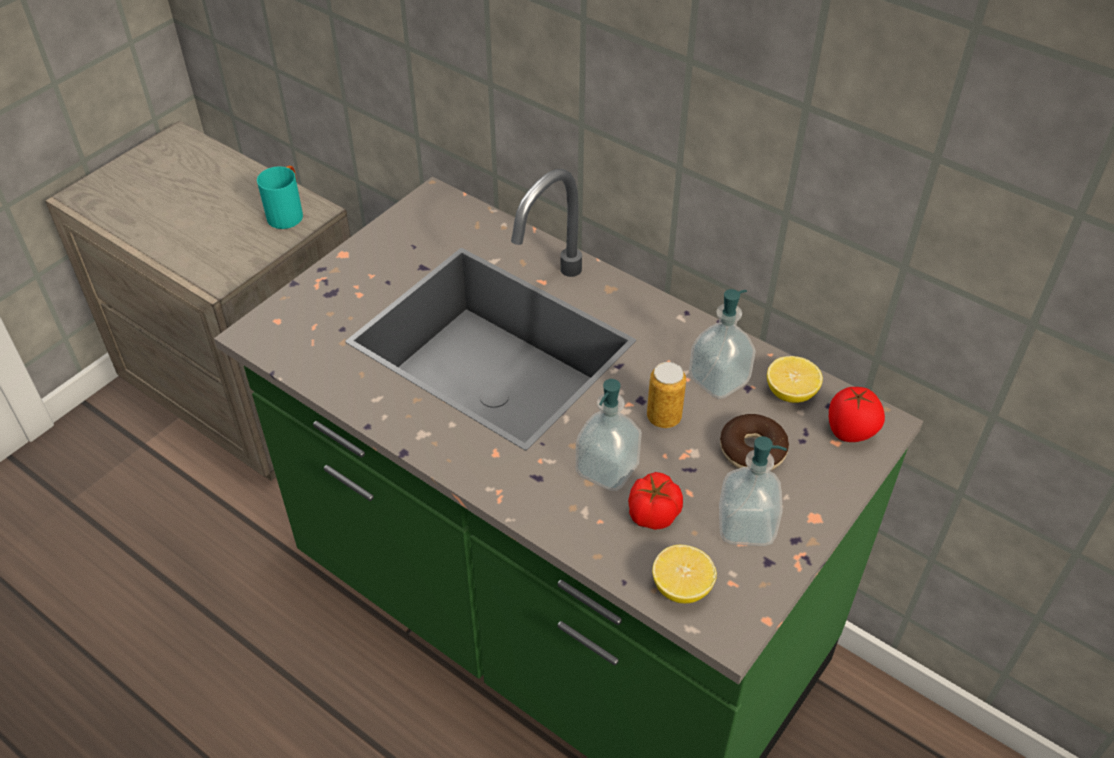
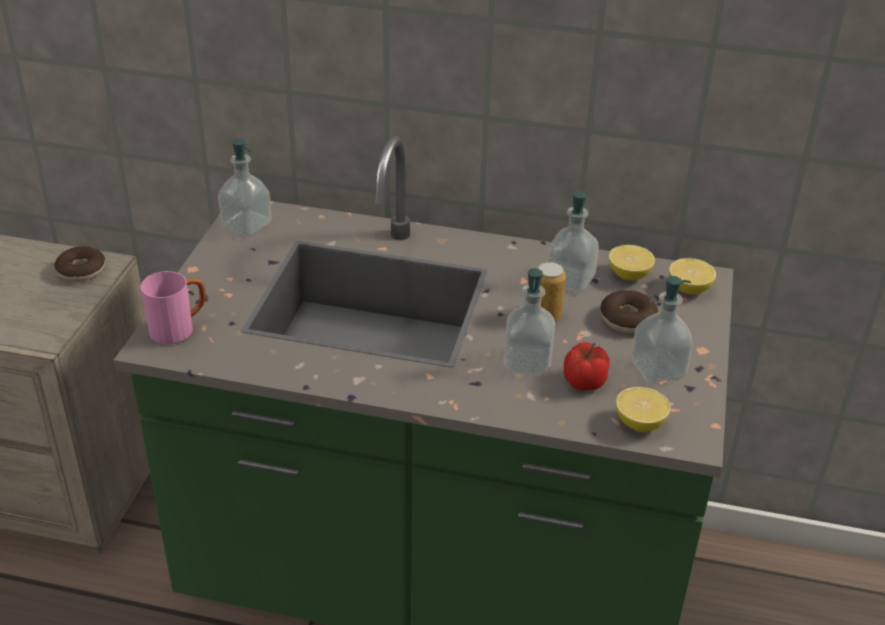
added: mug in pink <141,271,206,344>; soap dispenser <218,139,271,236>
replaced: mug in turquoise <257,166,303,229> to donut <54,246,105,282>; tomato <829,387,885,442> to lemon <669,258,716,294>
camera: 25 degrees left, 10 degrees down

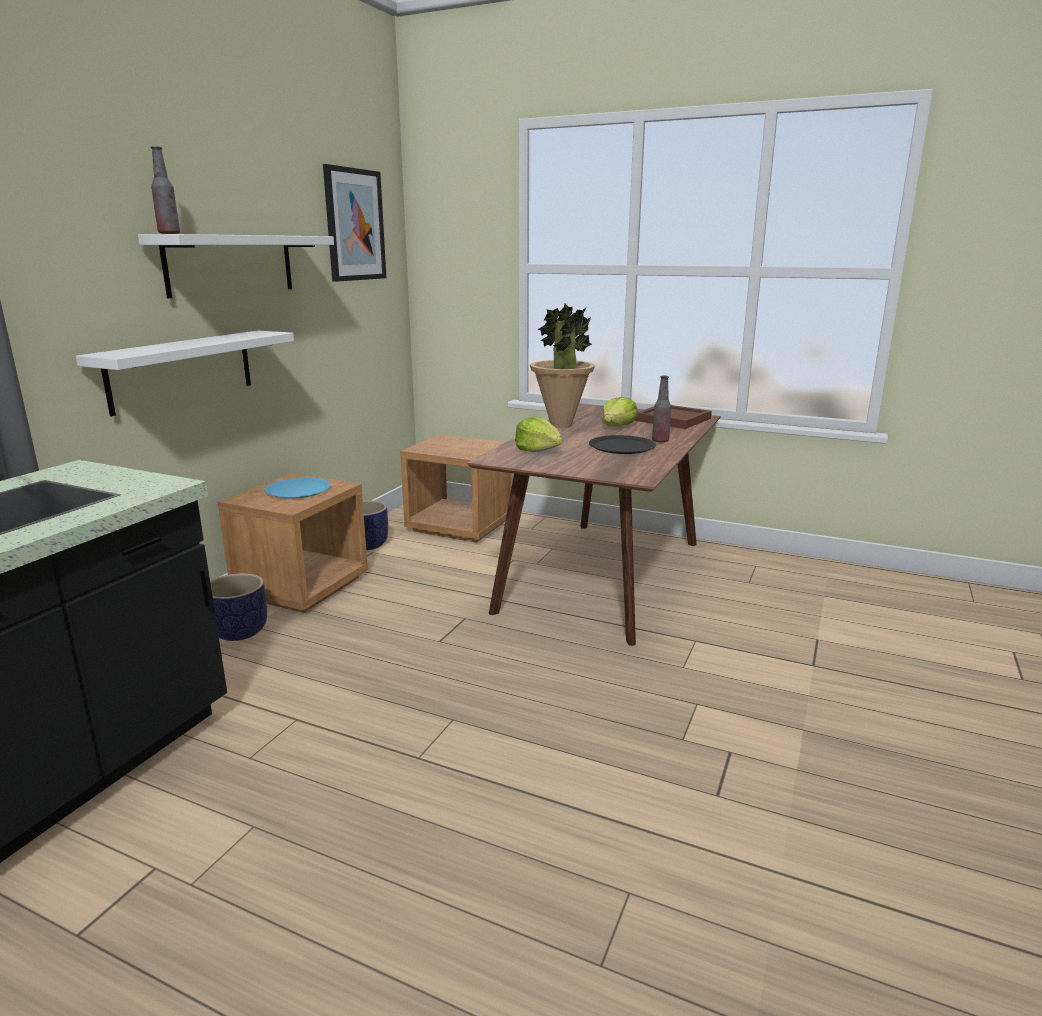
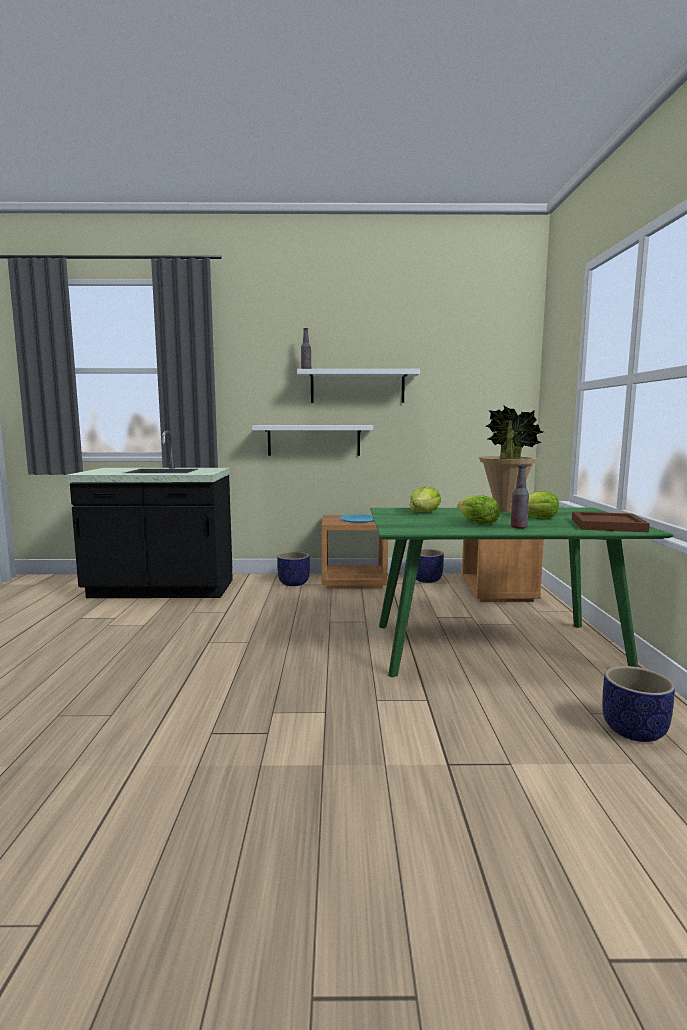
removed: picture <323,164,387,282>
added: planter <602,666,675,742>
replaced: plate in black <589,435,656,454> to lettuce <457,495,499,524>
recoloured: dining table in brown <467,403,721,646> to dining table in green <370,508,674,677>
camera: 65 degrees right, 10 degrees down

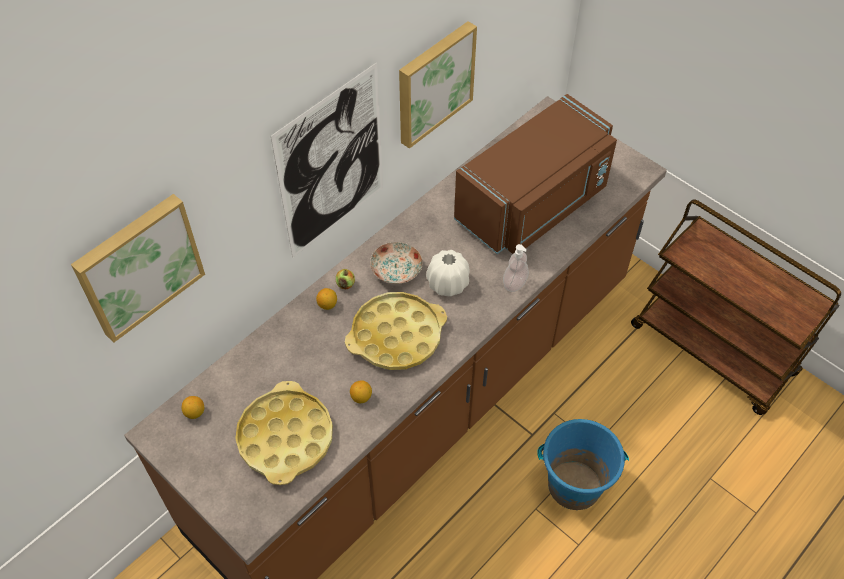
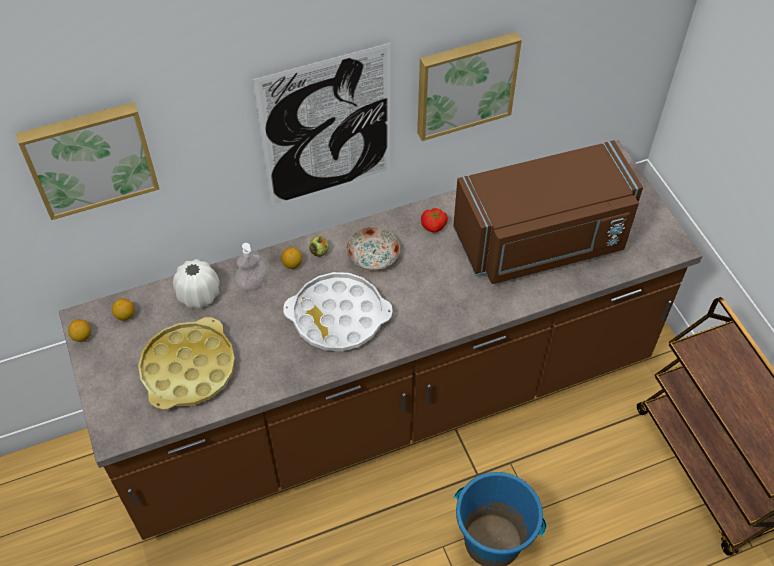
added: tomato <421,208,448,232>
moved: lemon <350,380,372,403> to <68,319,91,342>; vase in white <426,250,470,297> to <173,259,219,308>; soap dispenser <503,244,529,292> to <235,243,268,290>
recoloured: tray in yellow <345,292,447,370> to tray in white <283,272,393,351>
camera: 25 degrees right, 0 degrees up

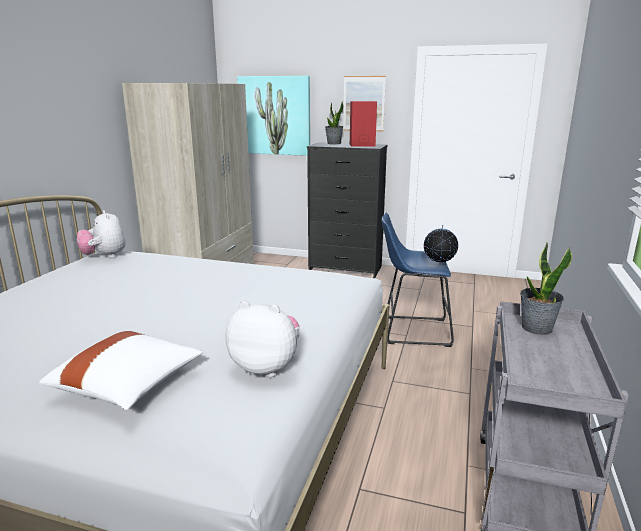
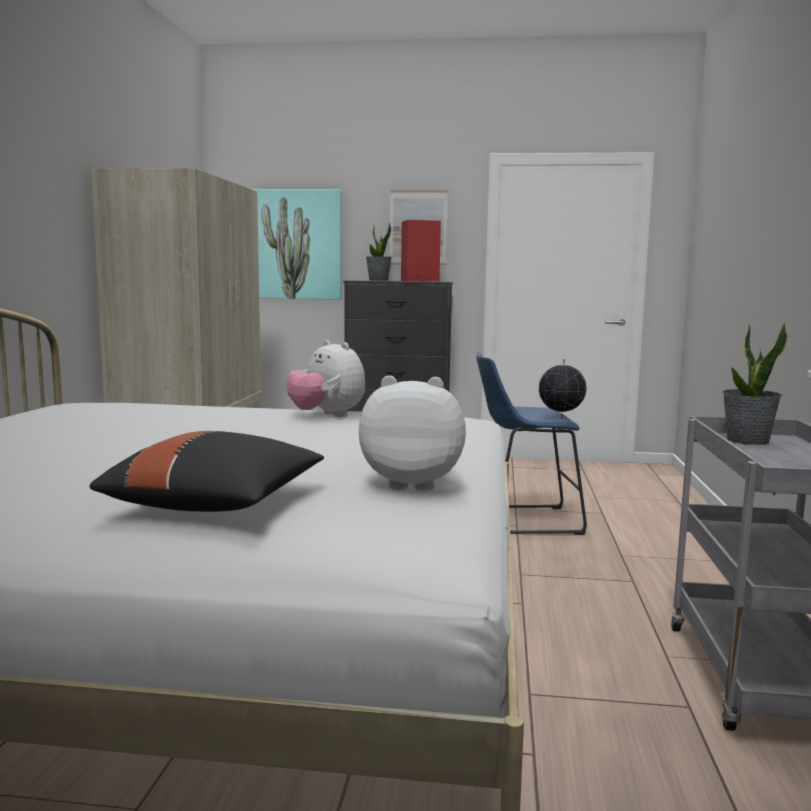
moved: plush toy <77,210,126,258> to <286,340,365,417>
recoloured: pillow in white <39,331,203,410> to pillow in black <90,431,324,512>
camera: 10 degrees left, 10 degrees down

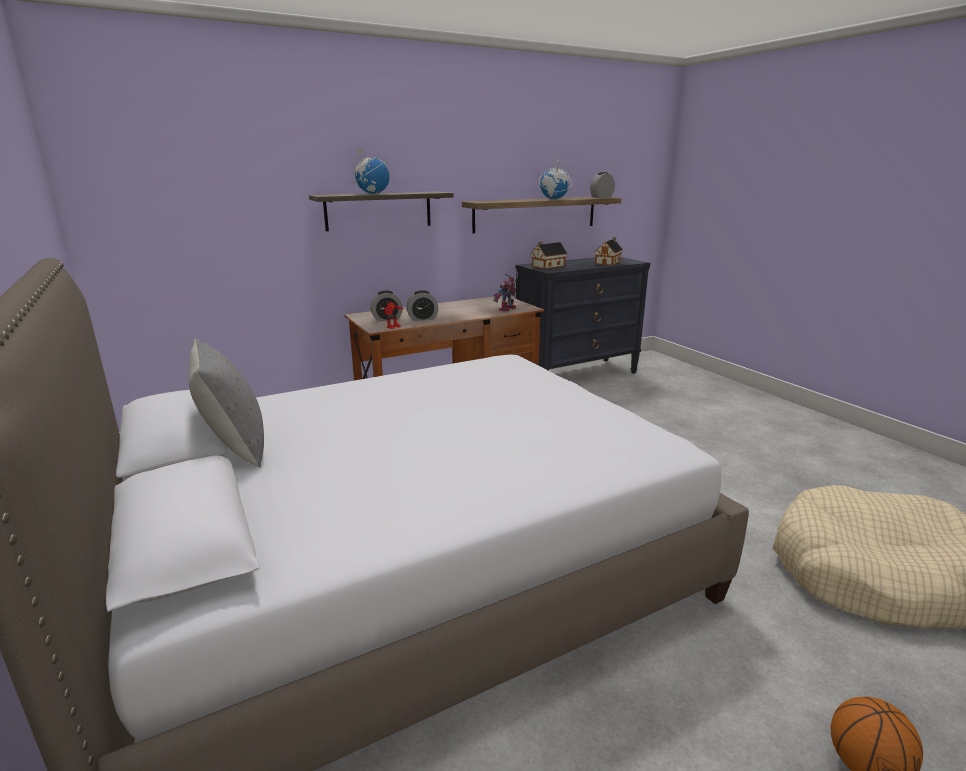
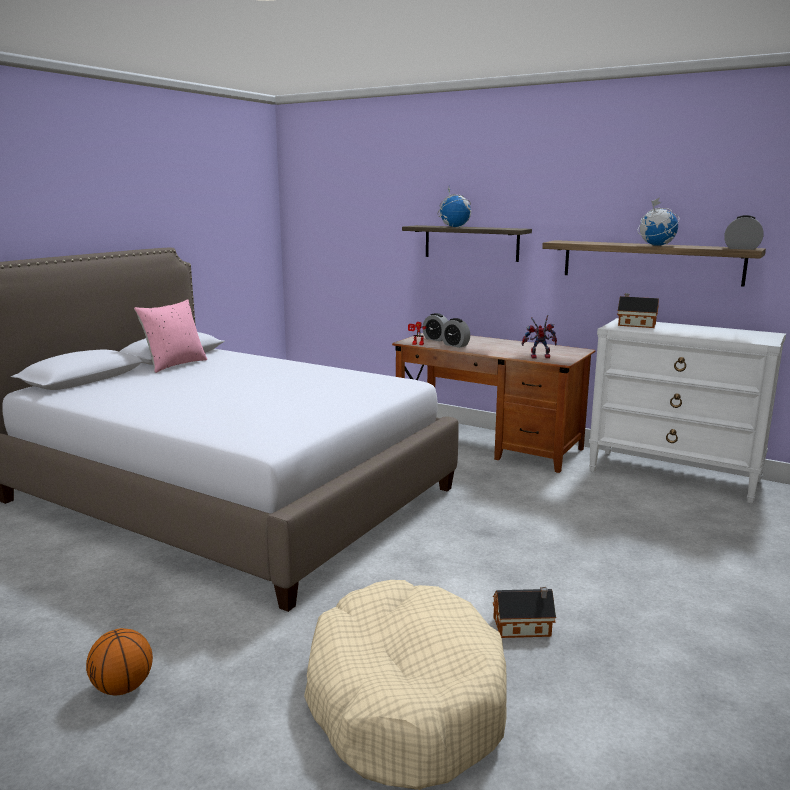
moved: toy house <595,237,623,266> to <493,587,556,638>
recoloured: pillow in grey <189,338,264,468> to pillow in pink <134,299,207,373>; dresser in black <515,257,650,374> to dresser in white <589,318,786,504>
camera: 60 degrees right, 5 degrees down

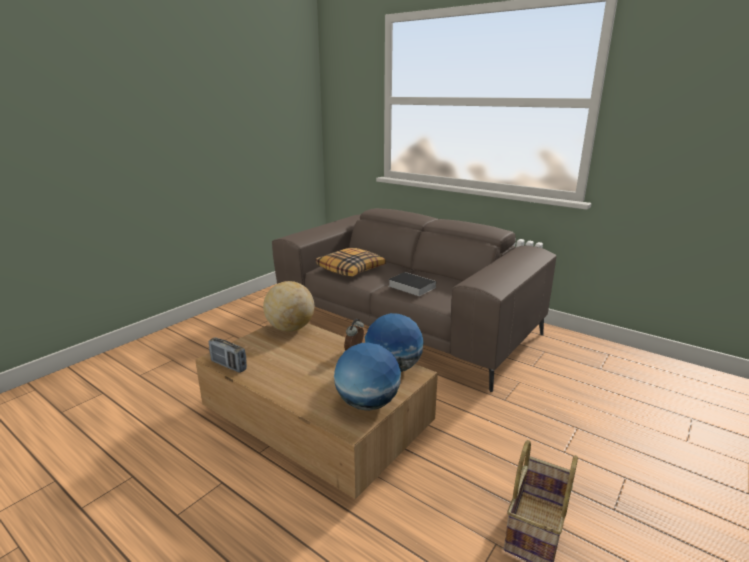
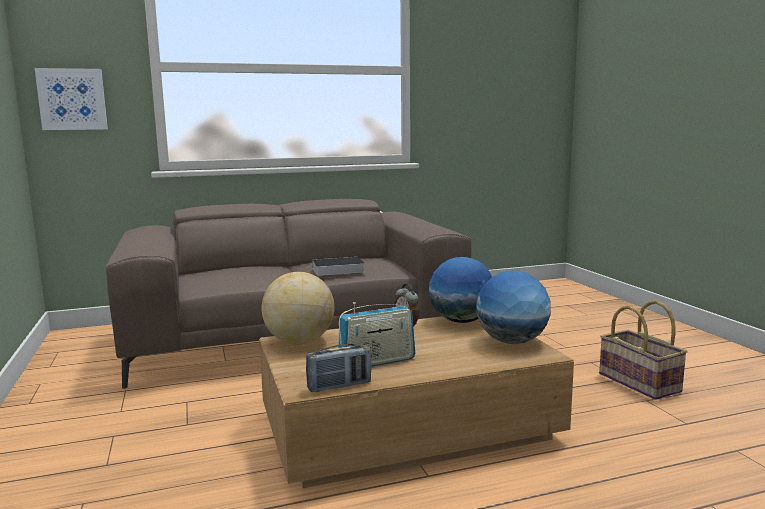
removed: pillow <316,248,386,276>
added: picture <35,68,108,130>; radio <338,302,415,367>
camera: 55 degrees left, 10 degrees down

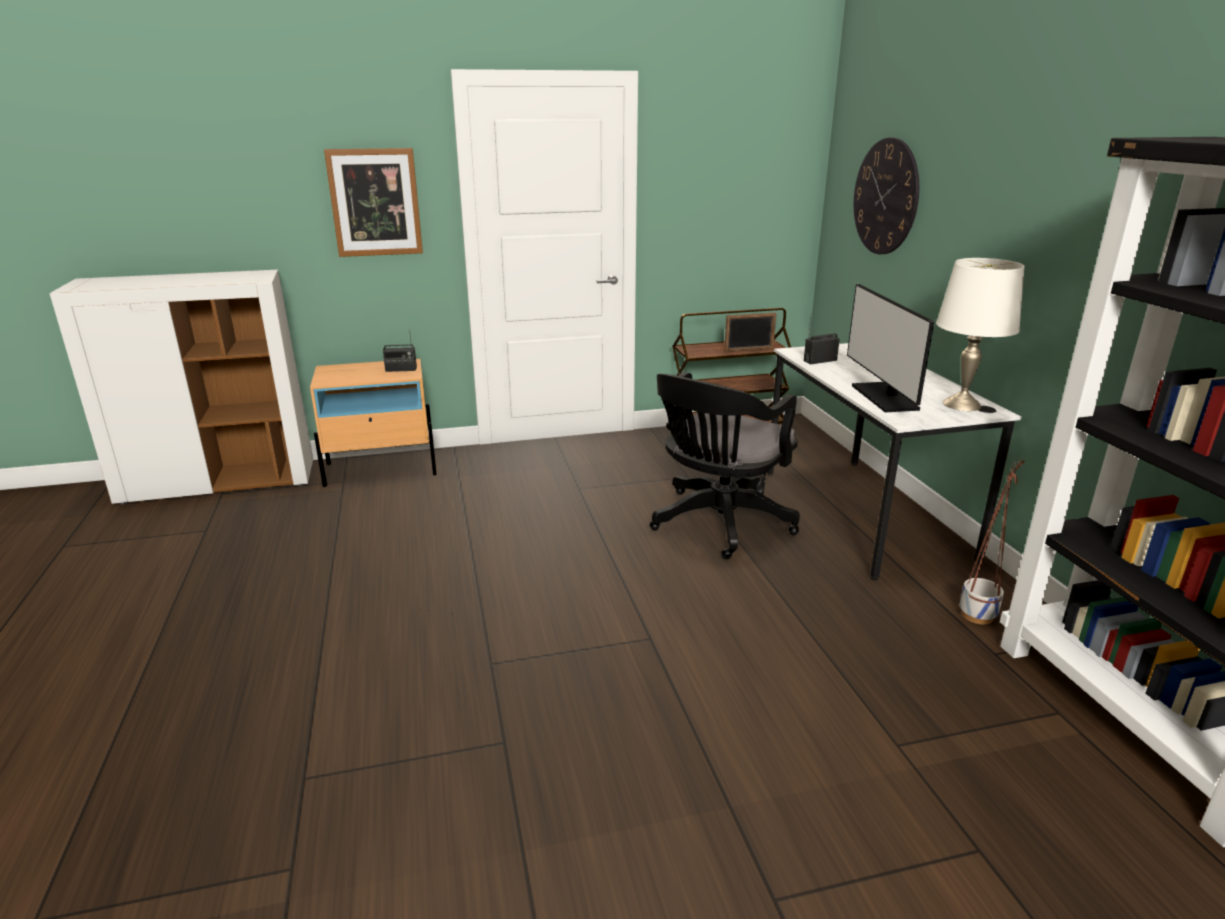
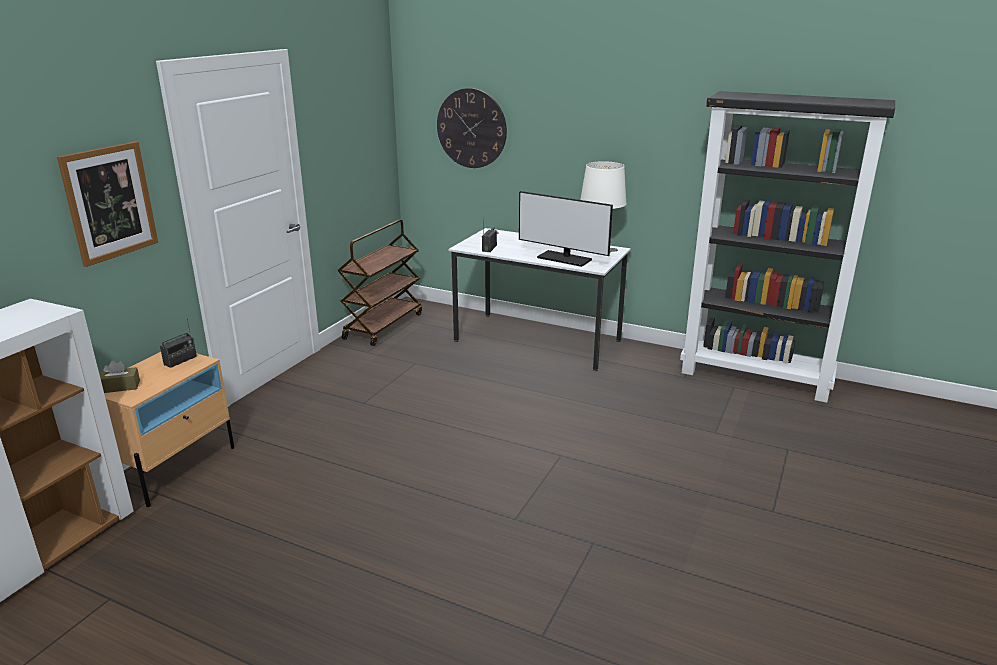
removed: office chair in black <650,372,800,559>; picture frame <724,313,777,353>; planter <960,459,1025,624>
added: tissue box in brown <99,361,140,393>
camera: 50 degrees left, 0 degrees up

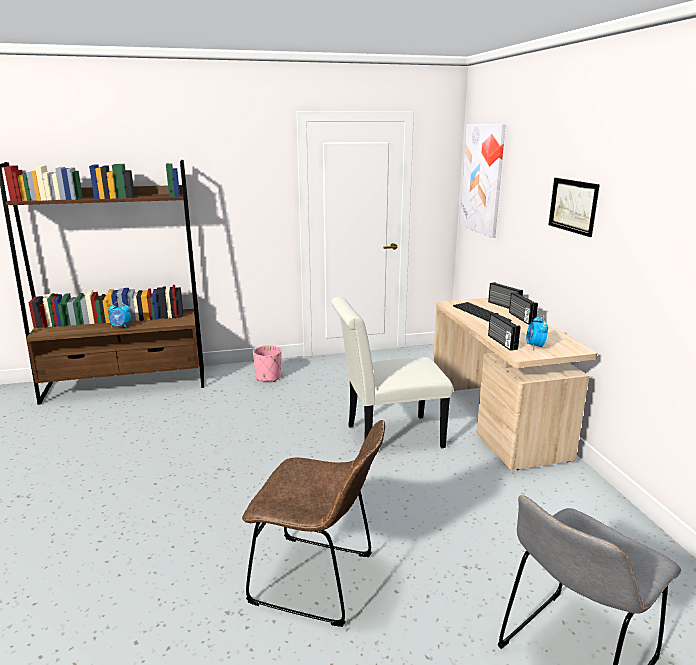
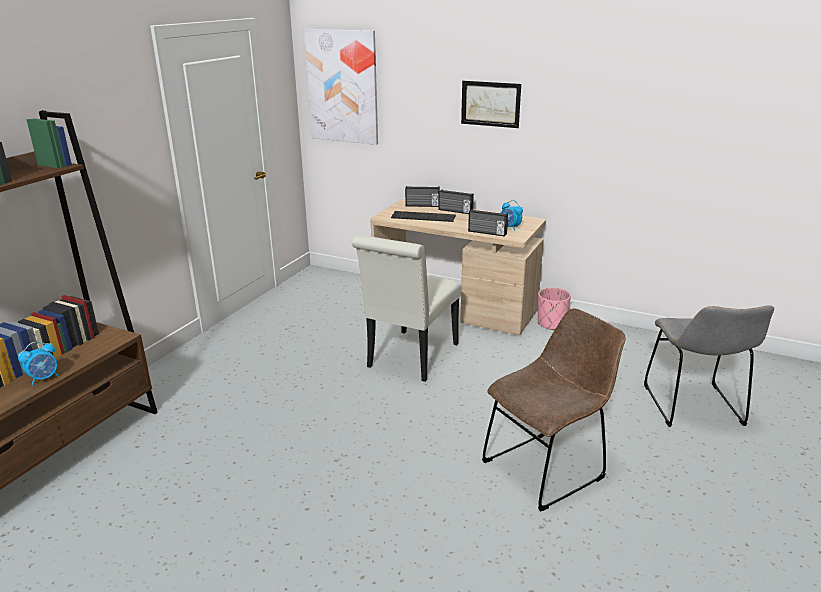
moved: planter in pink <253,345,281,382> to <538,288,571,330>
camera: 50 degrees left, 5 degrees up

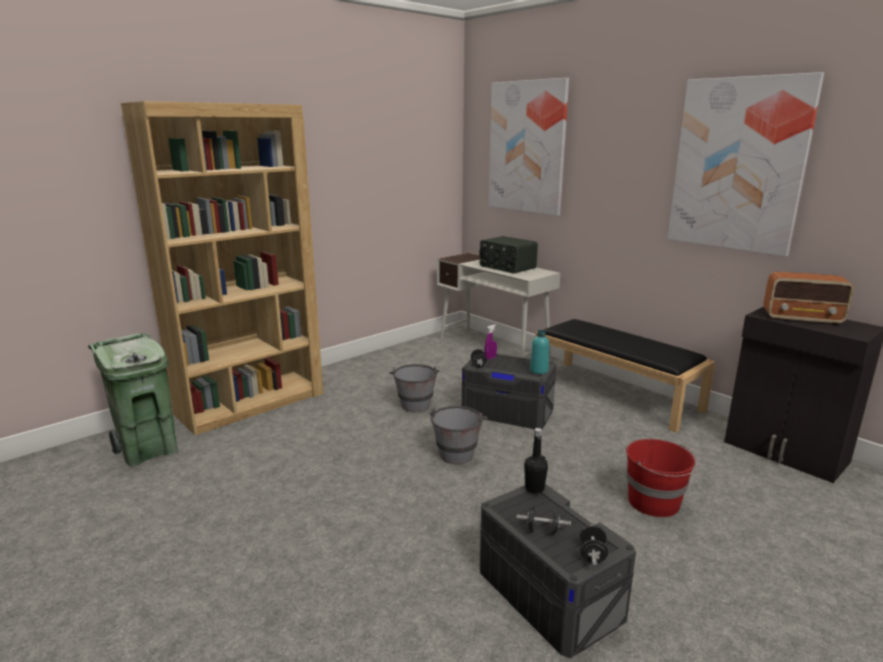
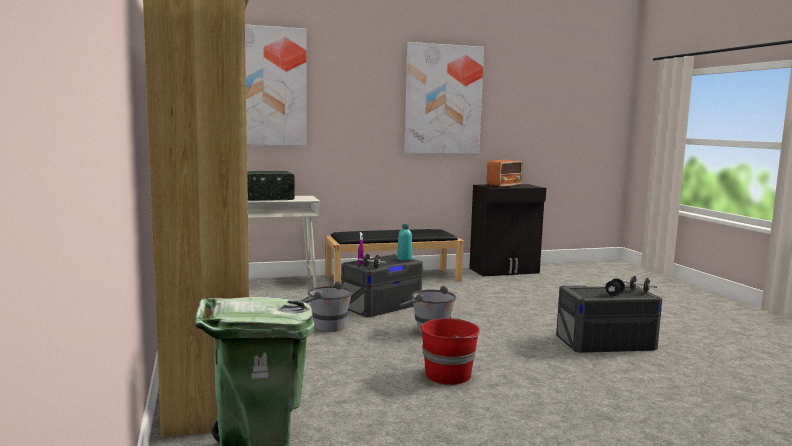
removed: bottle in black <524,428,548,494>
moved: bucket in red <626,439,699,517> to <421,317,482,385>
camera: 65 degrees left, 10 degrees down

